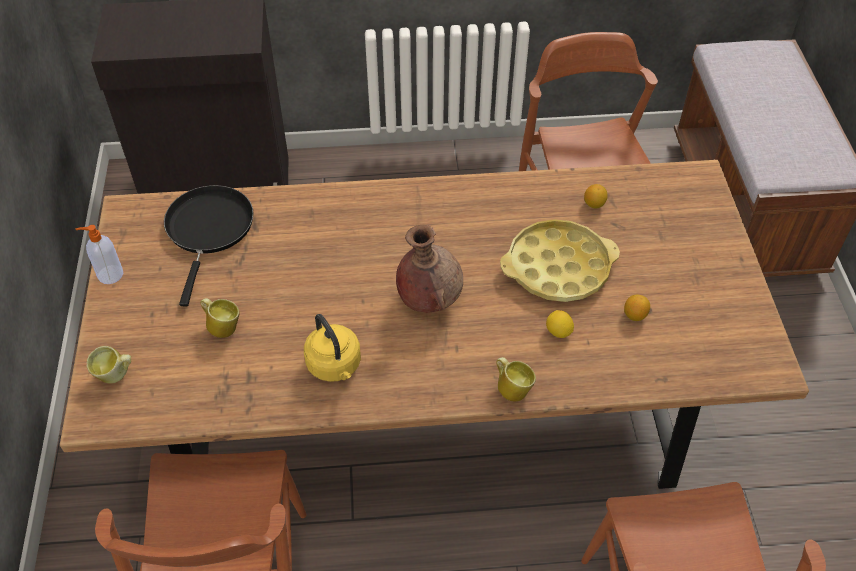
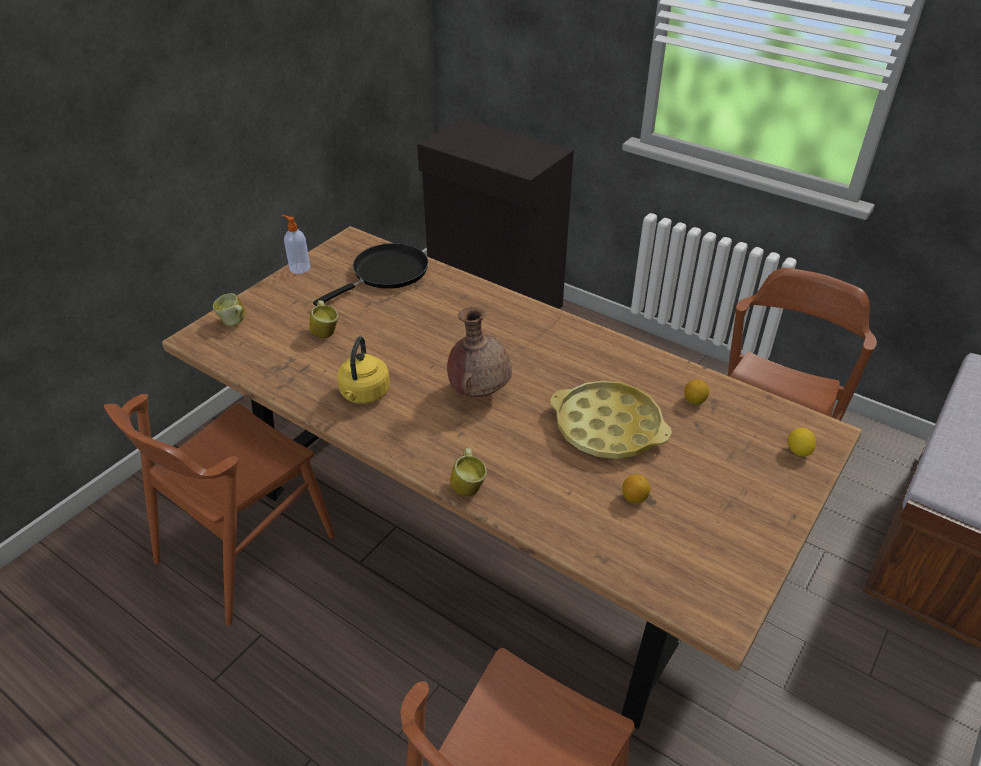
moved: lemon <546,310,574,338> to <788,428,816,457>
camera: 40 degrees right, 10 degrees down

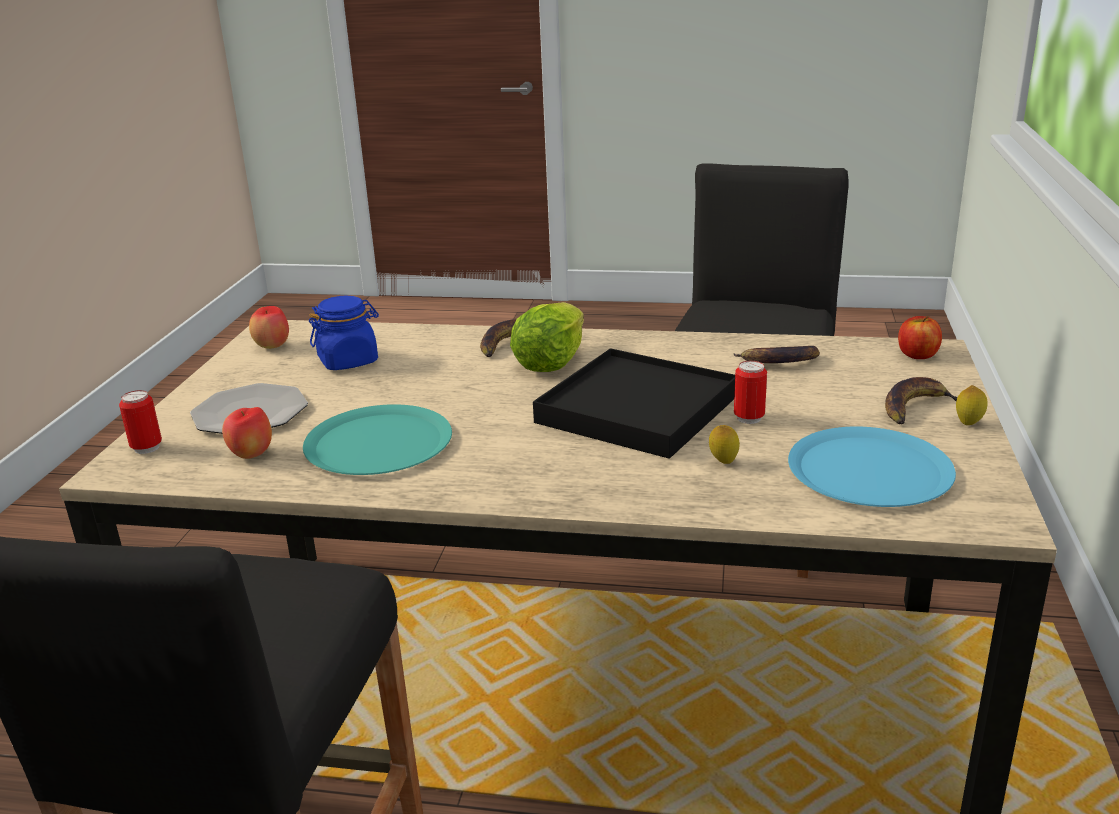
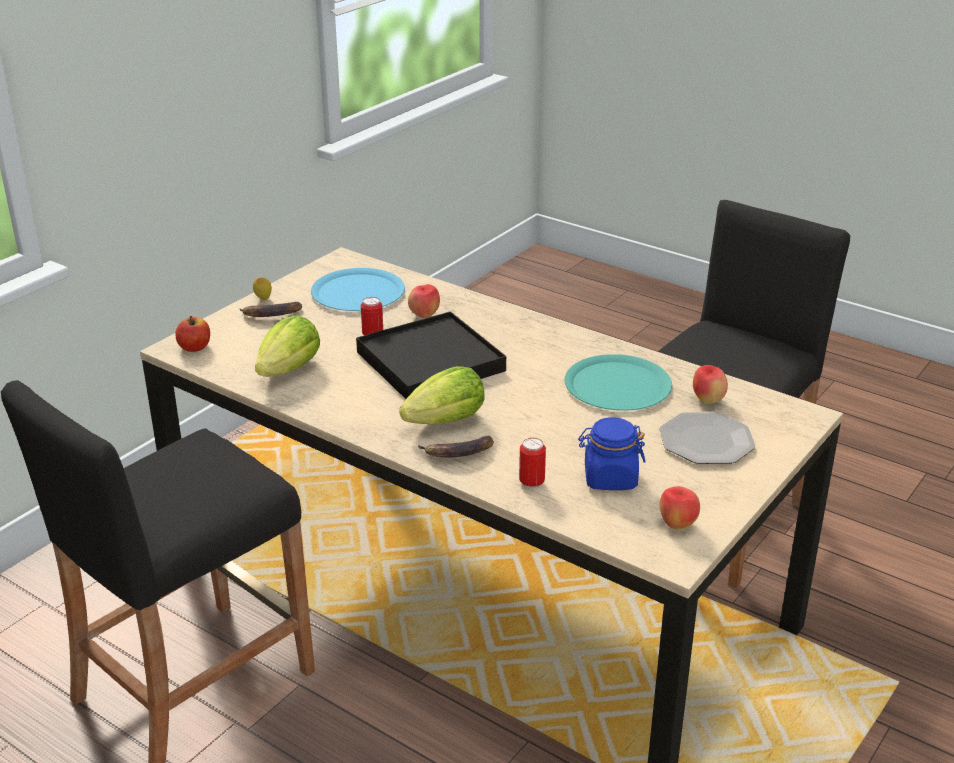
moved: can <119,390,162,454> to <519,438,546,489>
replaced: banana <733,346,820,363> to lettuce <255,315,320,377>; lemon <709,425,740,464> to apple <408,284,440,318>
camera: 155 degrees left, 5 degrees up

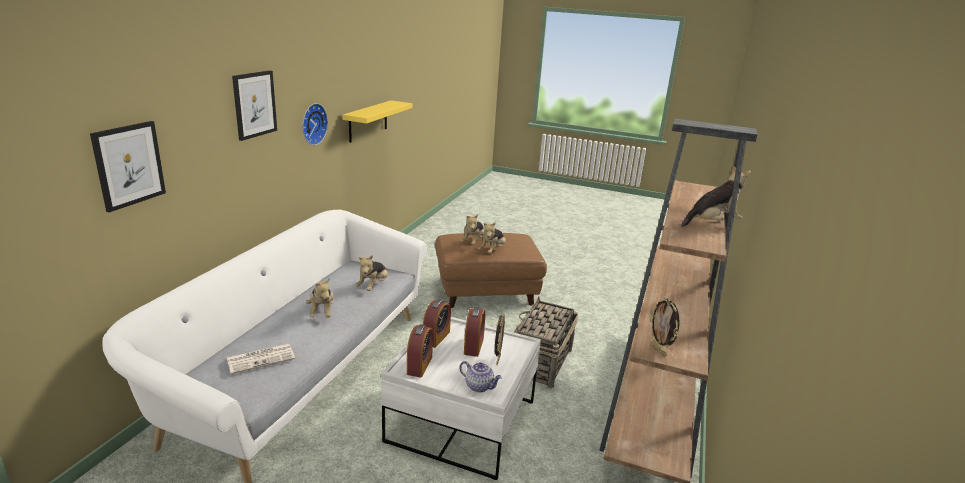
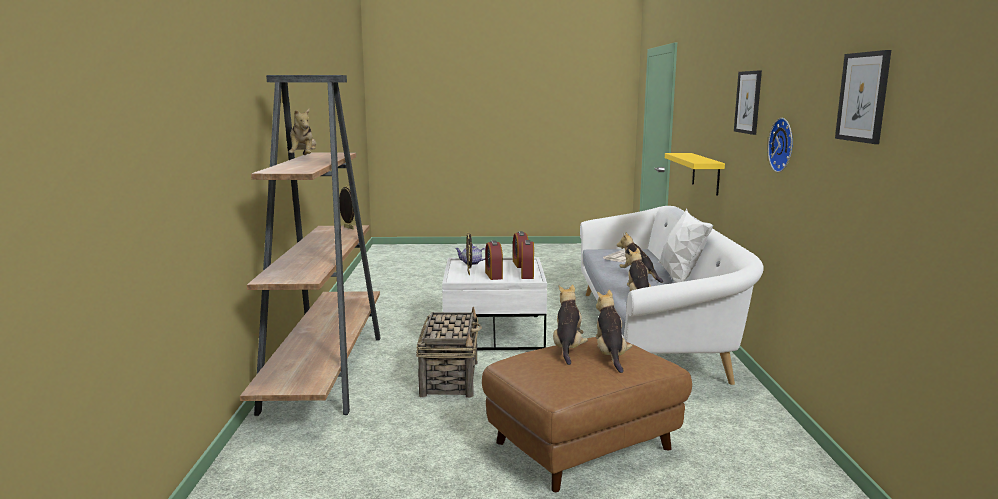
added: pillow in white <658,208,713,283>
moved: shelf in yellow <342,100,413,143> to <665,153,725,196>; picture <90,121,166,213> to <835,50,891,144>
turned: plush toy <681,165,751,227> = <287,108,316,155> 60 degrees counterclockwise
camera: 160 degrees right, 10 degrees down

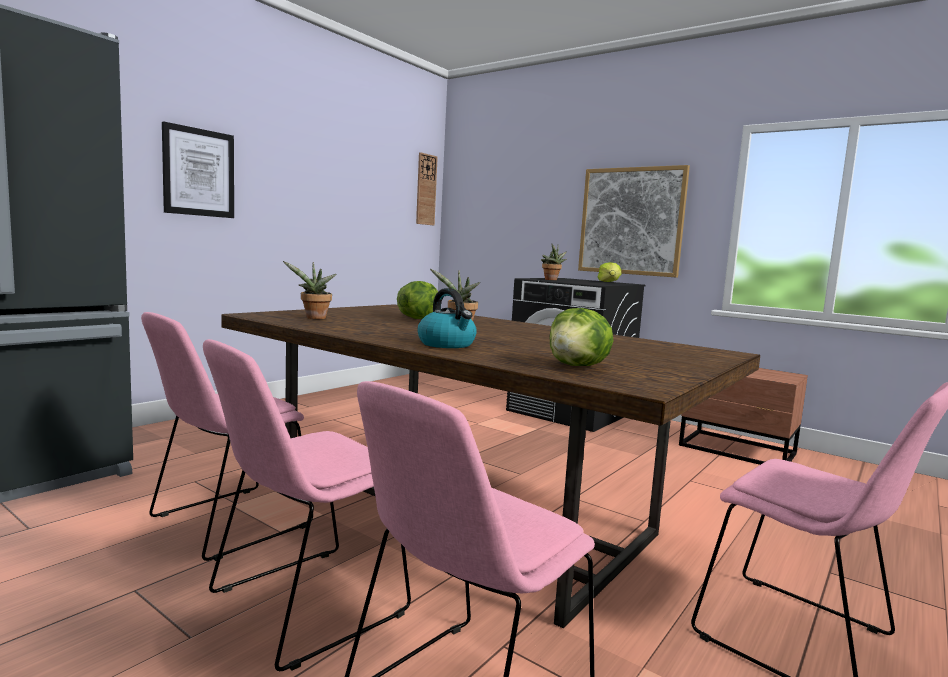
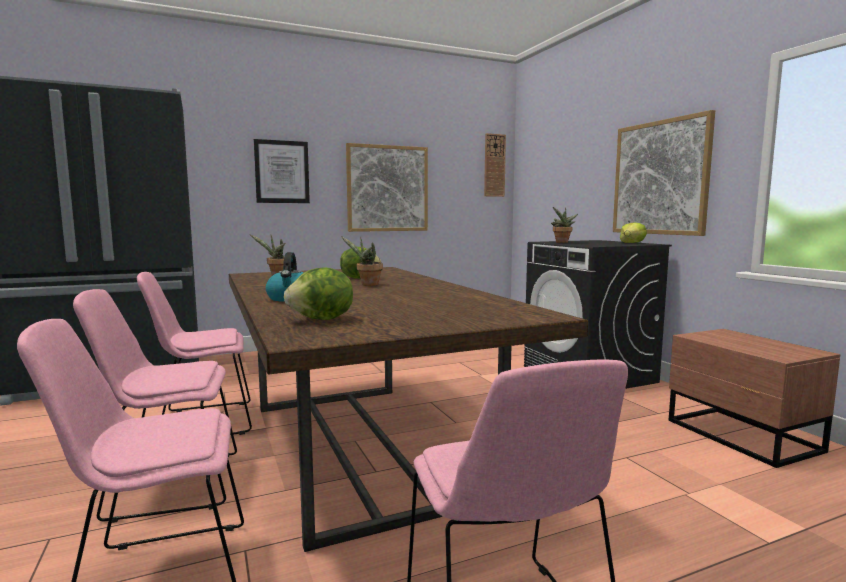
added: picture <346,143,428,232>
camera: 30 degrees right, 0 degrees up

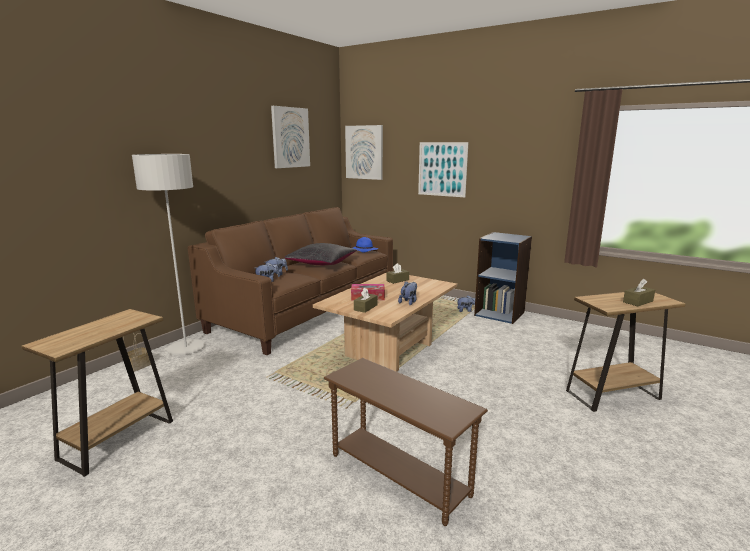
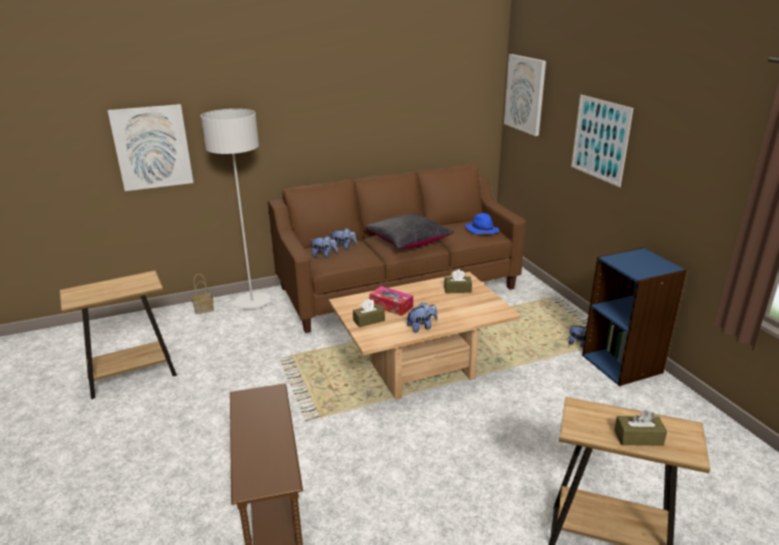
moved: picture <271,106,310,168> to <108,104,194,191>
camera: 35 degrees right, 10 degrees up

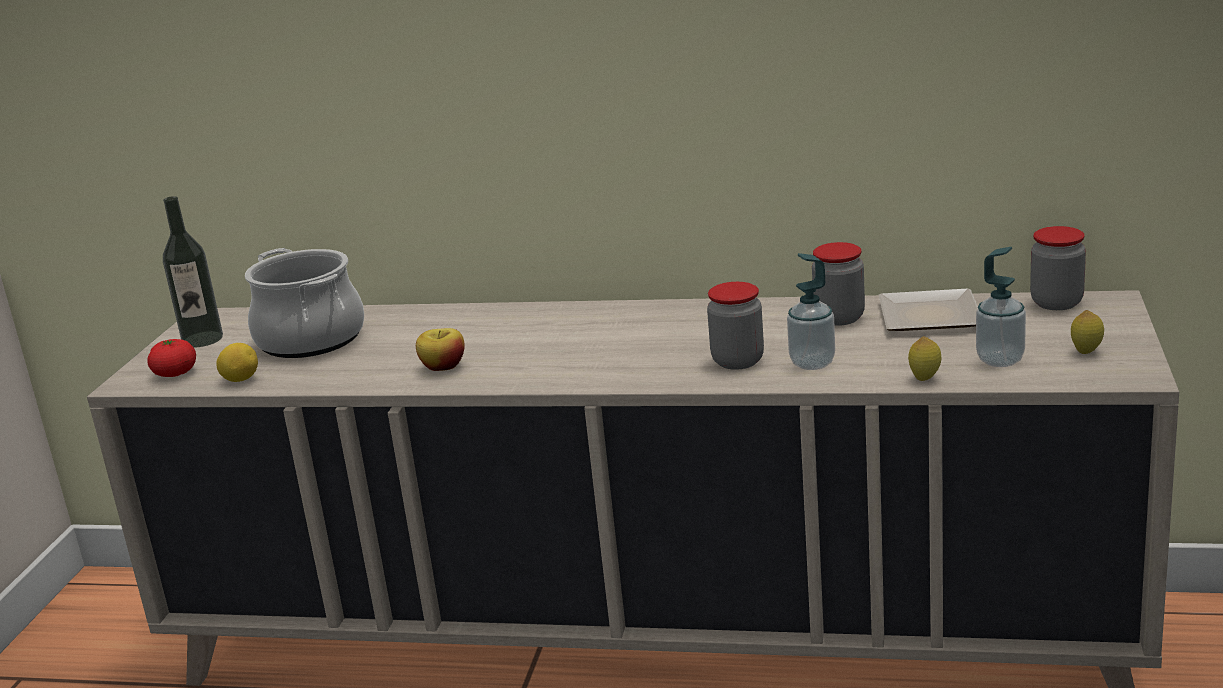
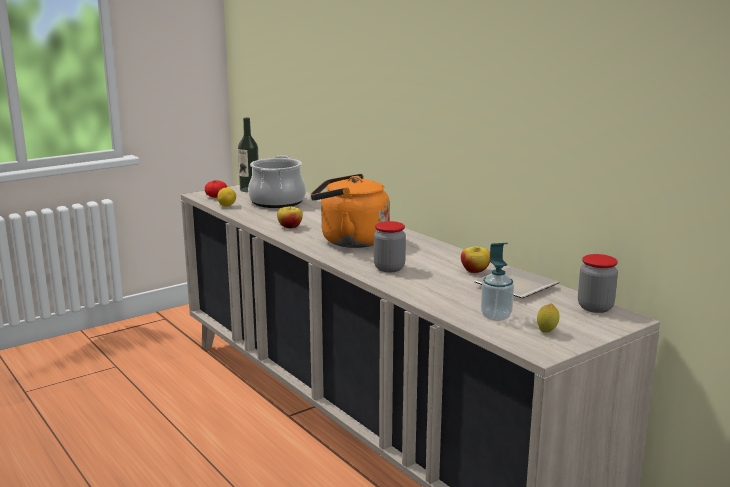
removed: soap dispenser <787,253,835,370>; lemon <908,336,941,381>
added: kettle in orange <311,174,390,248>
replaced: jar <812,242,865,326> to apple <461,246,490,273>
camera: 40 degrees right, 5 degrees down

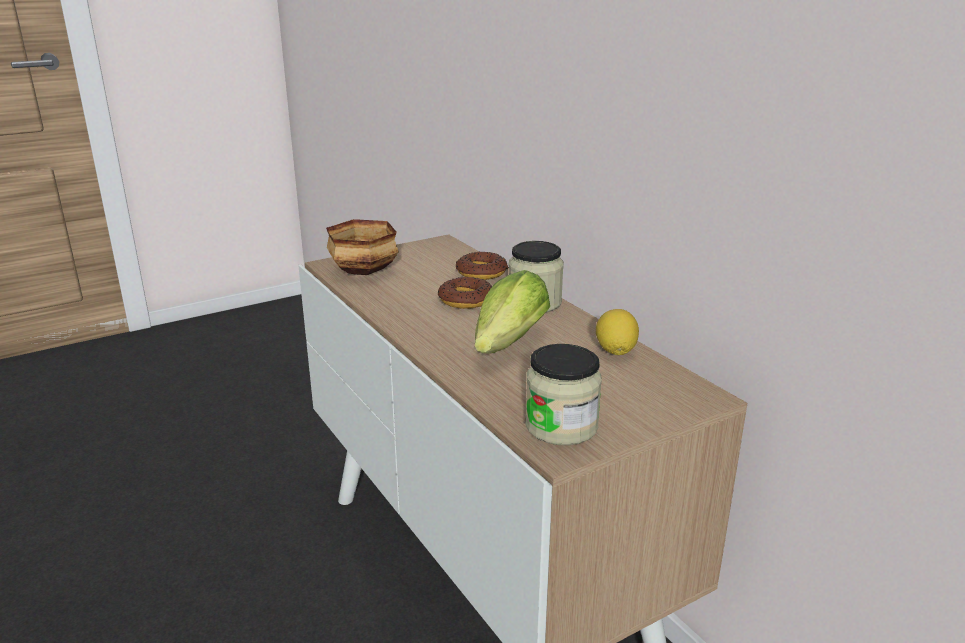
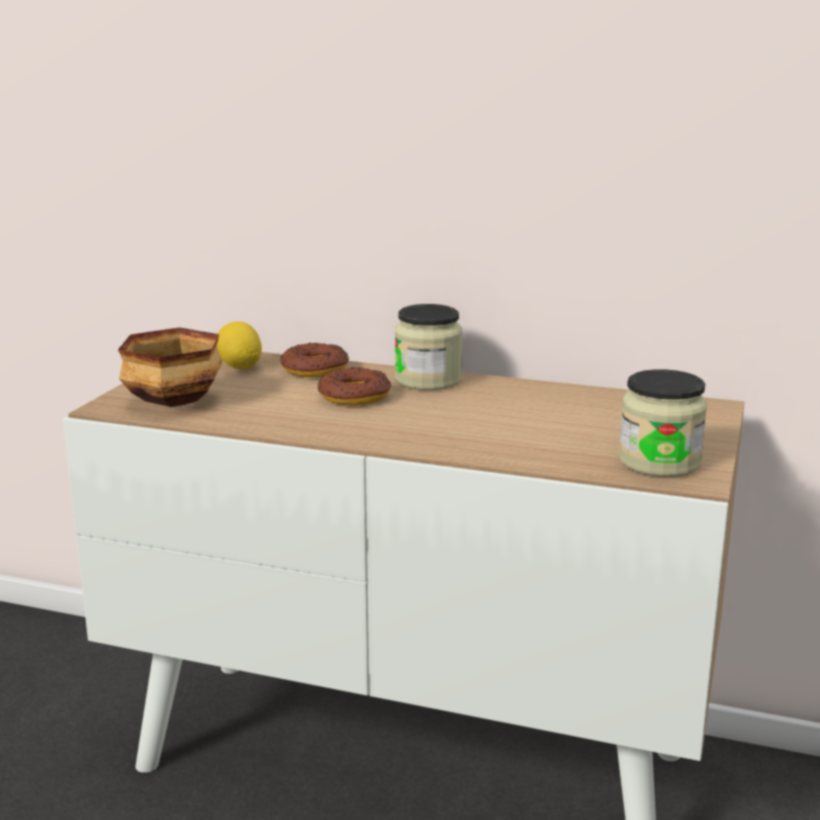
removed: lettuce <474,270,550,354>
moved: lemon <596,309,639,355> to <217,322,262,369>
camera: 40 degrees left, 5 degrees down

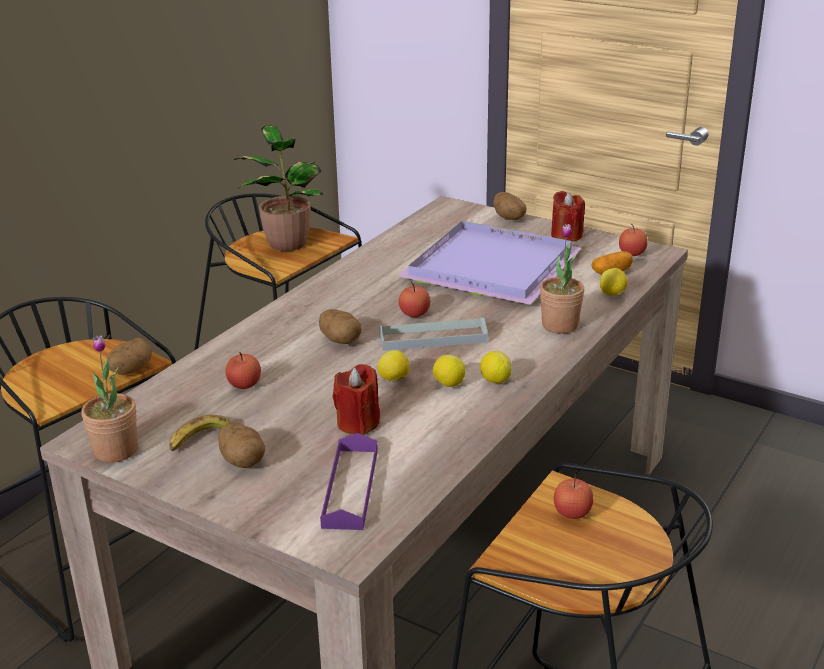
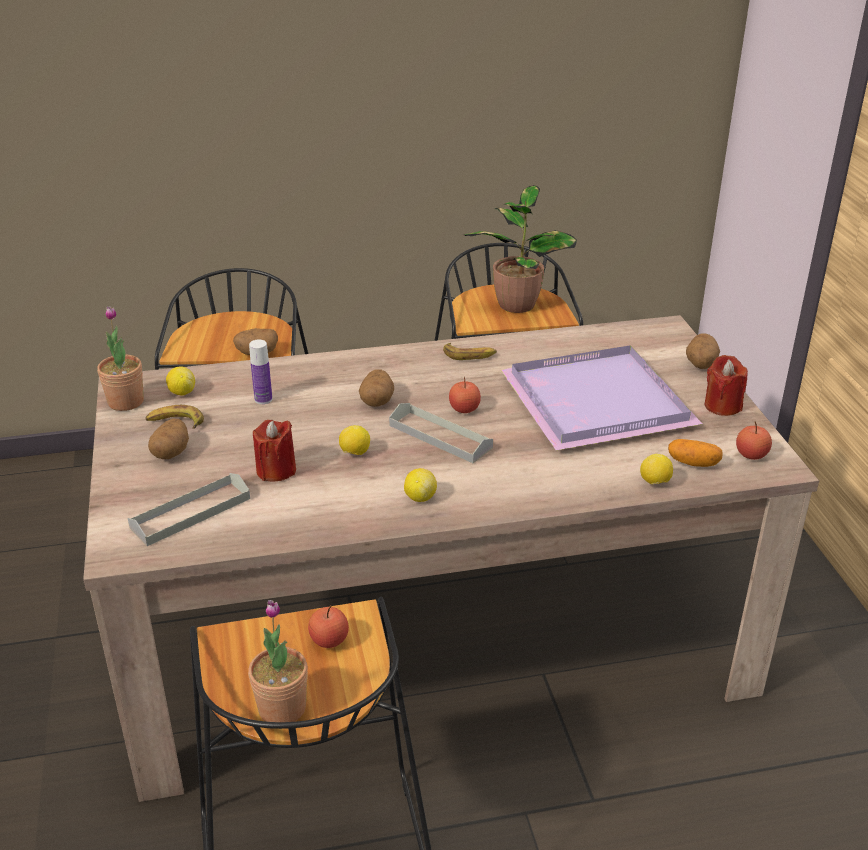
added: banana <443,343,497,360>
moved: lemon <433,355,466,387> to <166,366,195,396>; potted plant <540,224,584,334> to <248,600,308,722>
replaced: apple <226,352,261,389> to bottle <249,340,272,404>
recoloured: tray in purple <320,433,378,530> to tray in grey <128,473,250,546>
camera: 45 degrees right, 5 degrees up

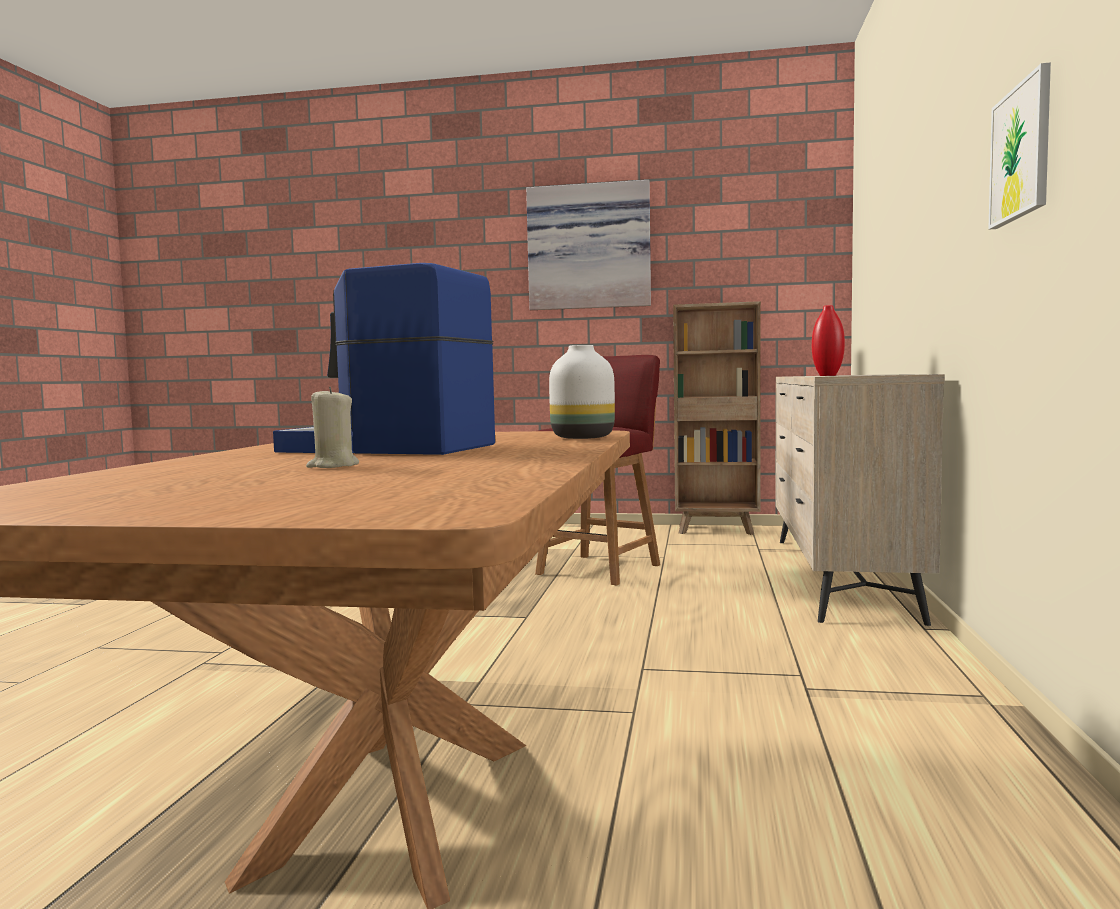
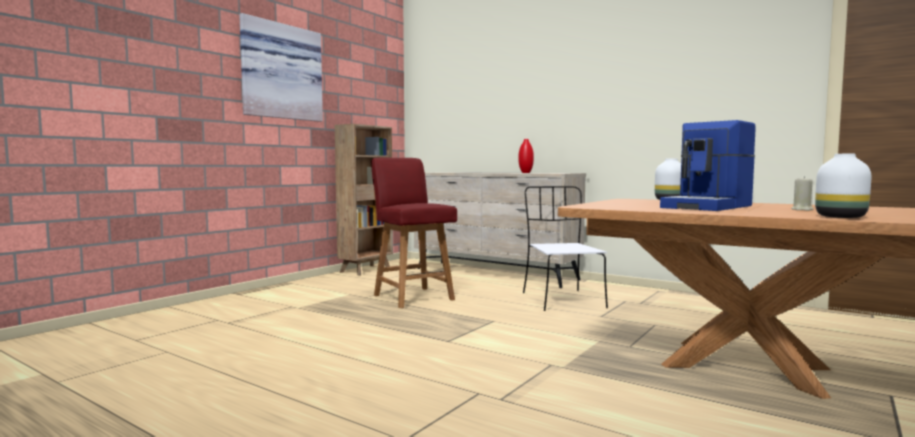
removed: picture <988,62,1051,229>
added: chair in white <523,186,608,311>; vase in white <815,154,871,218>
camera: 65 degrees left, 0 degrees up

